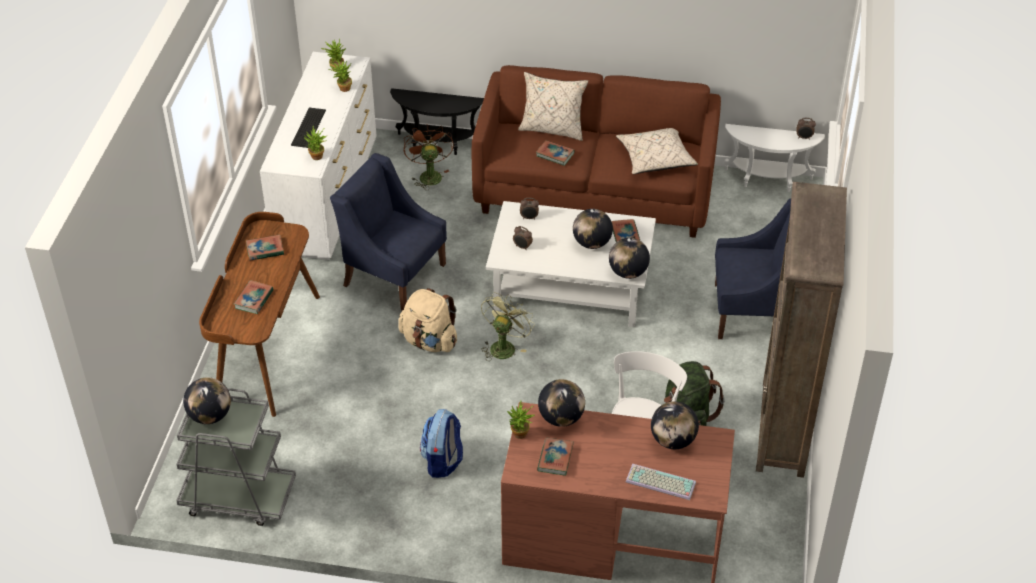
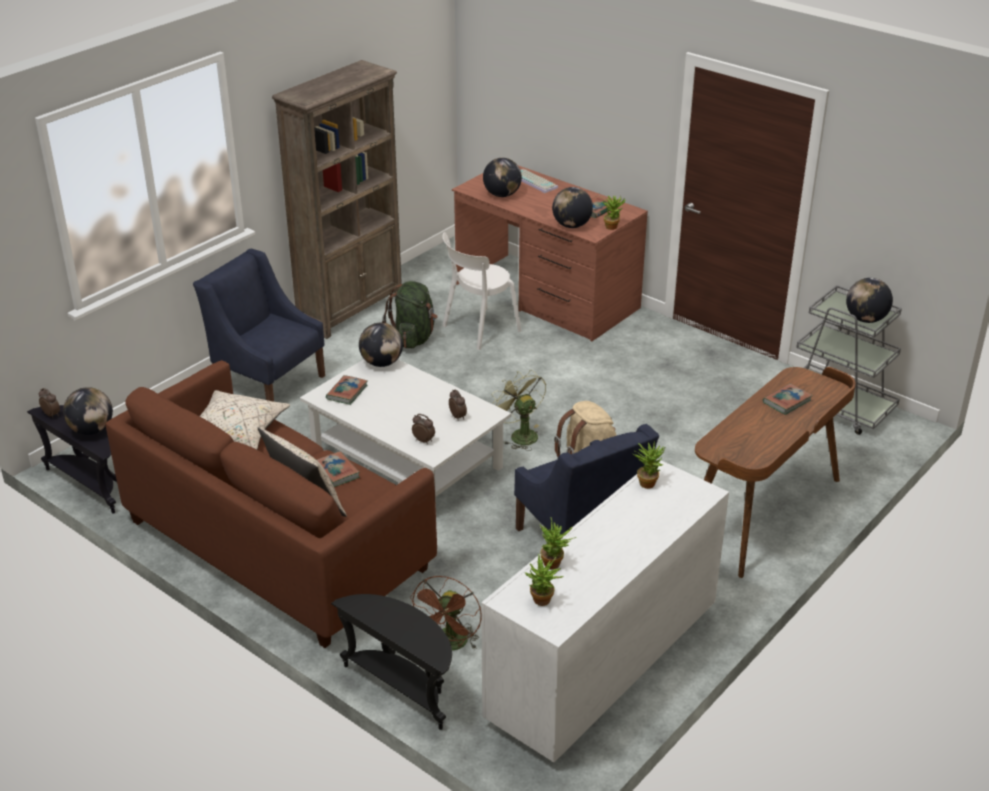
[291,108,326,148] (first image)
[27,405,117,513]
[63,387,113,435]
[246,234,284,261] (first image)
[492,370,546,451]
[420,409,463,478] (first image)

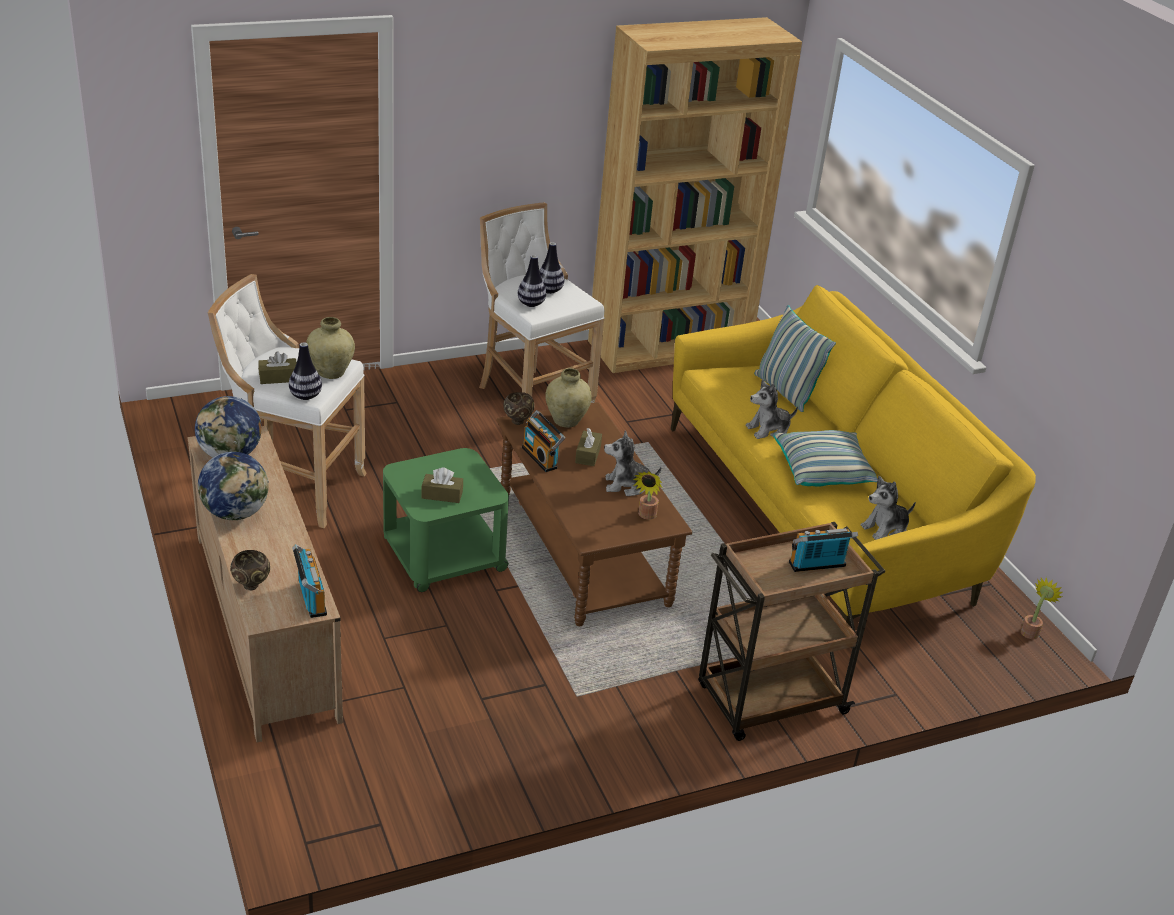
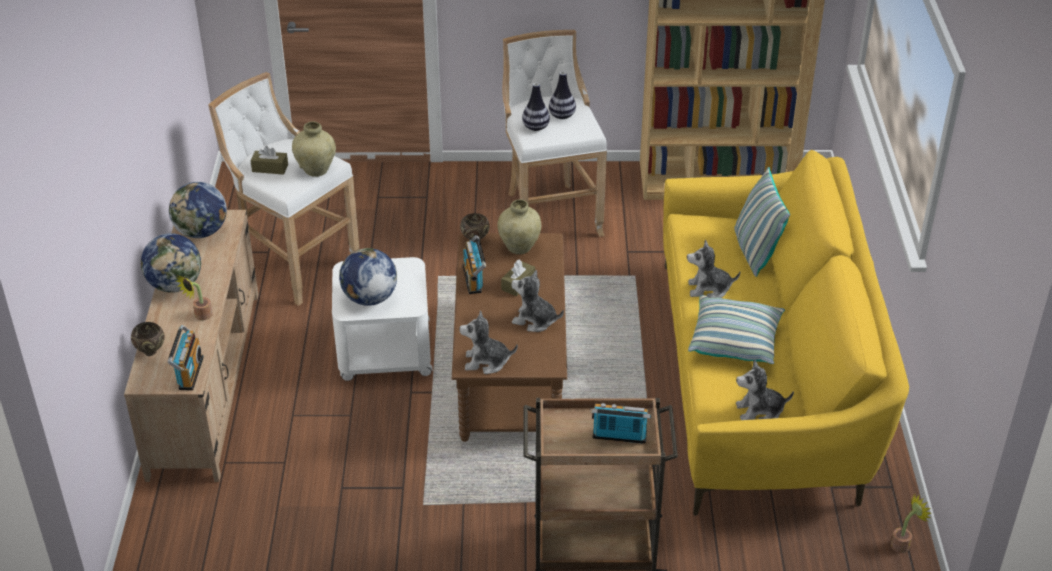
[289,342,322,400] (first image)
[332,257,433,381]
[339,248,397,306]
[175,275,213,320]
[459,310,518,374]

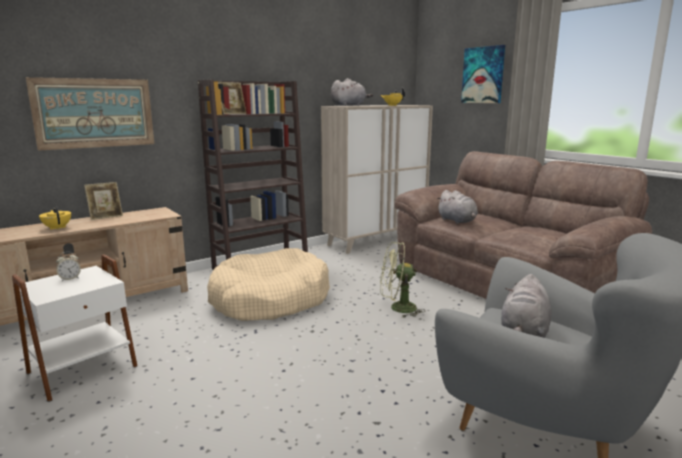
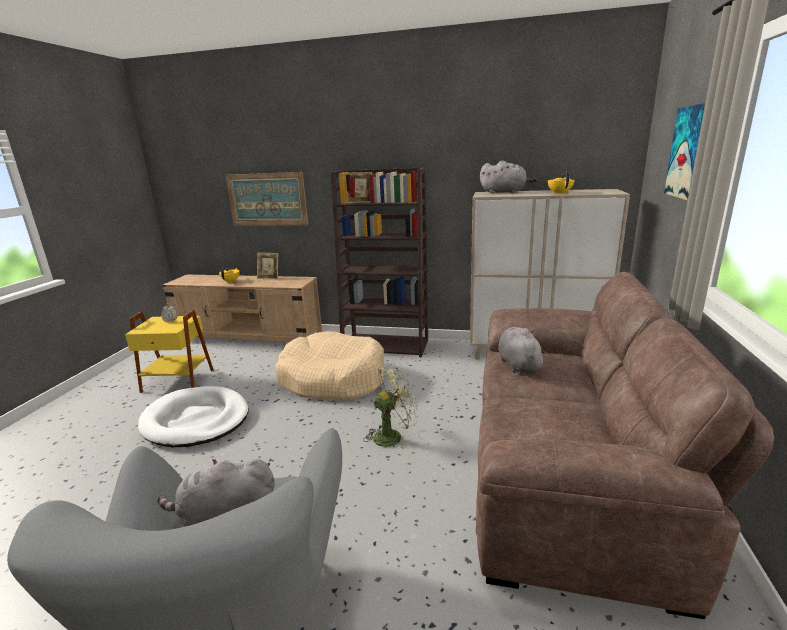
[498,327,547,373]
[363,365,419,449]
[125,310,214,393]
[138,386,249,447]

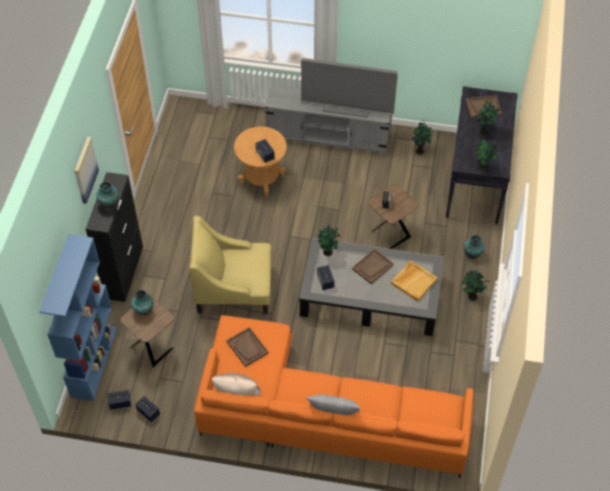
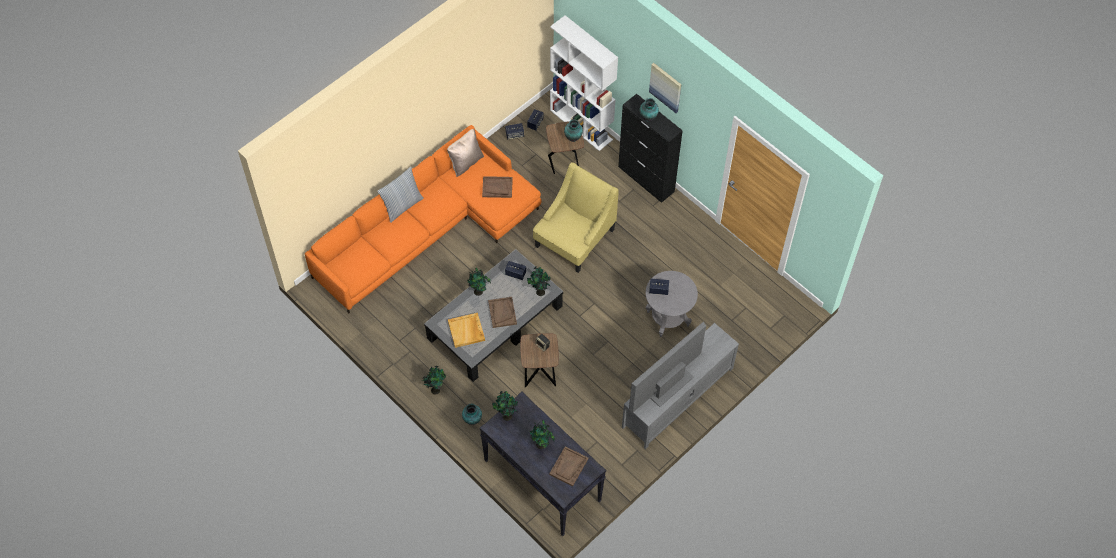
[467,268,491,296]
[646,271,698,337]
[550,15,618,151]

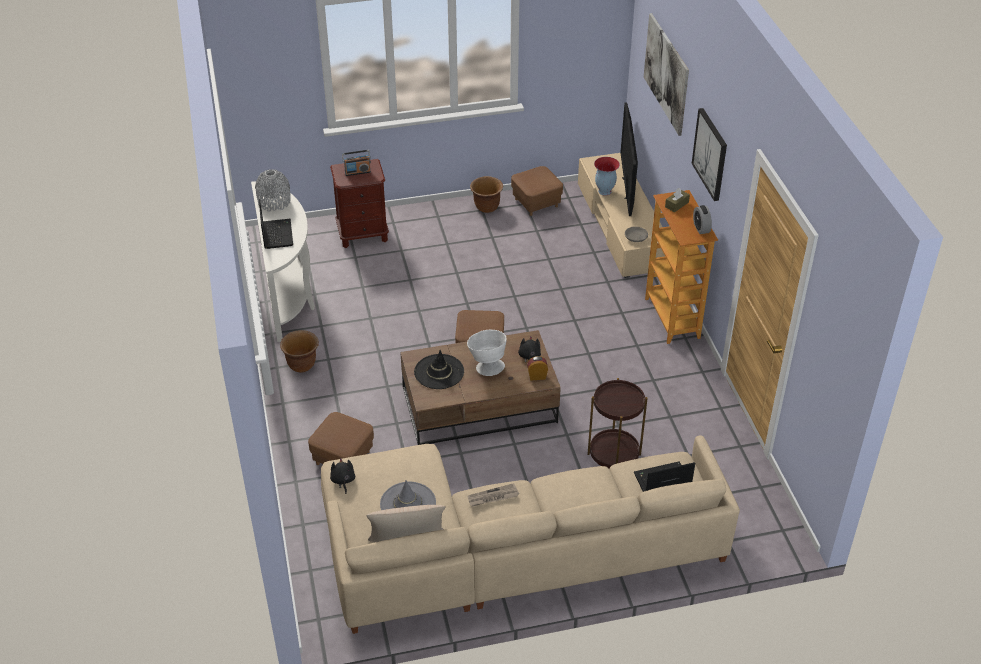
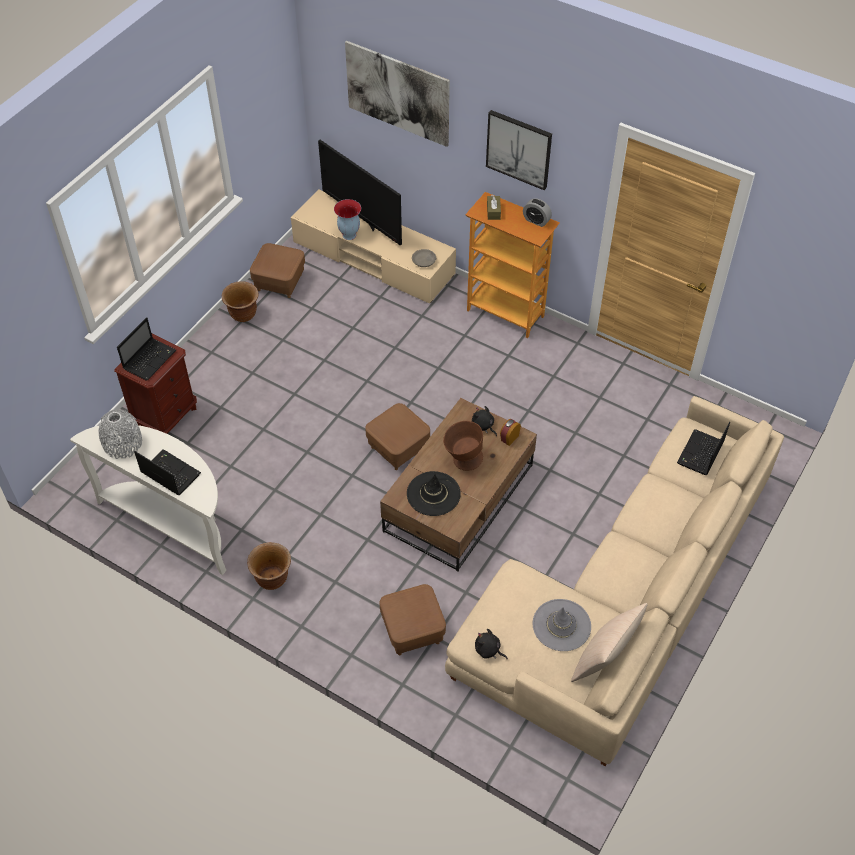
[117,317,176,381]
[443,421,483,471]
[588,378,648,468] (first image)
[467,483,519,507] (first image)

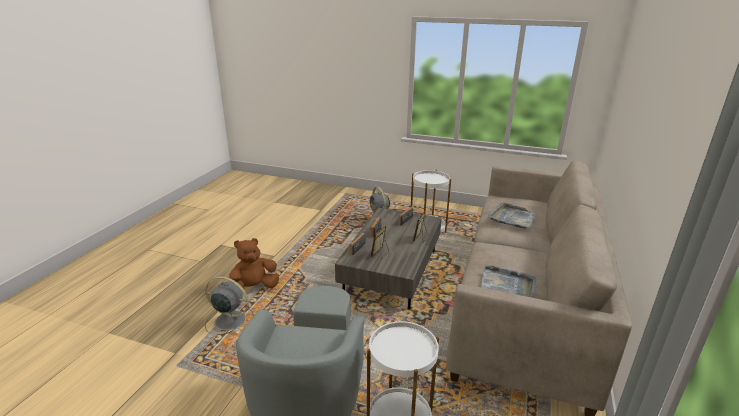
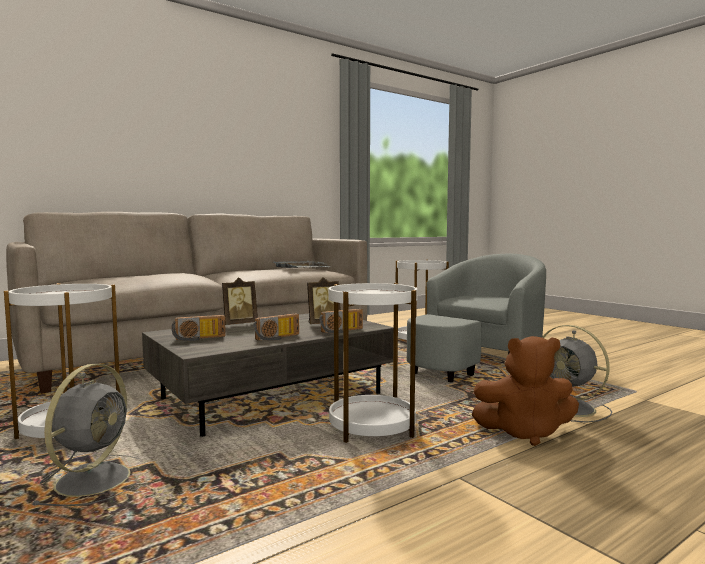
[488,203,535,229] (first image)
[329,283,418,443]

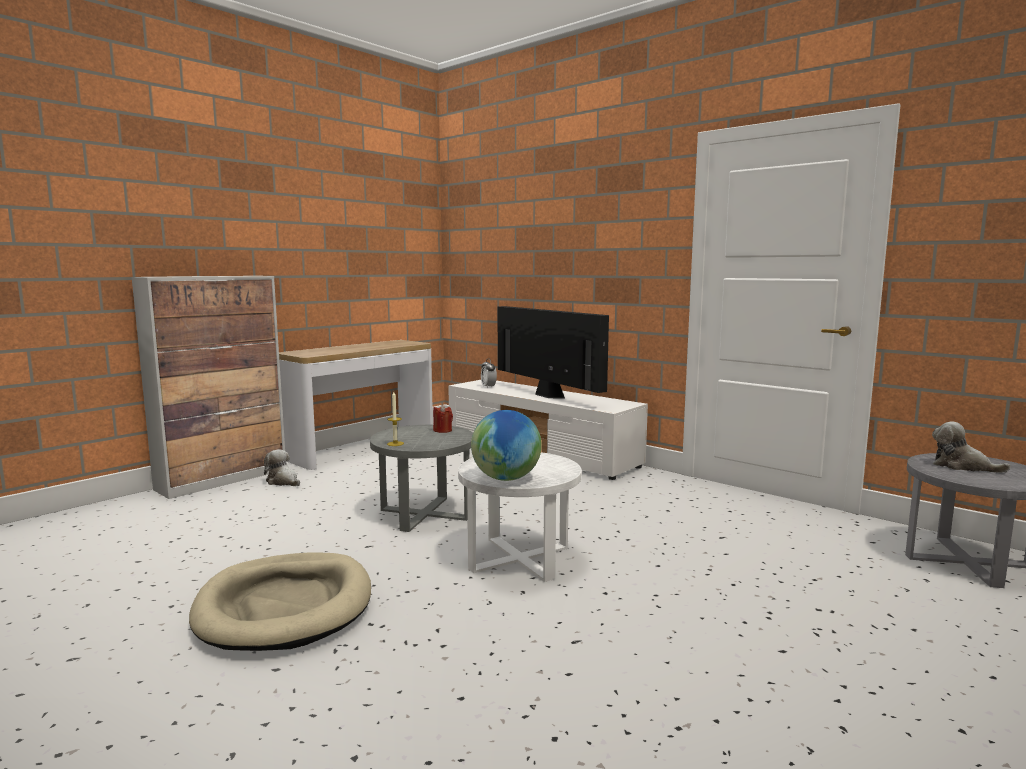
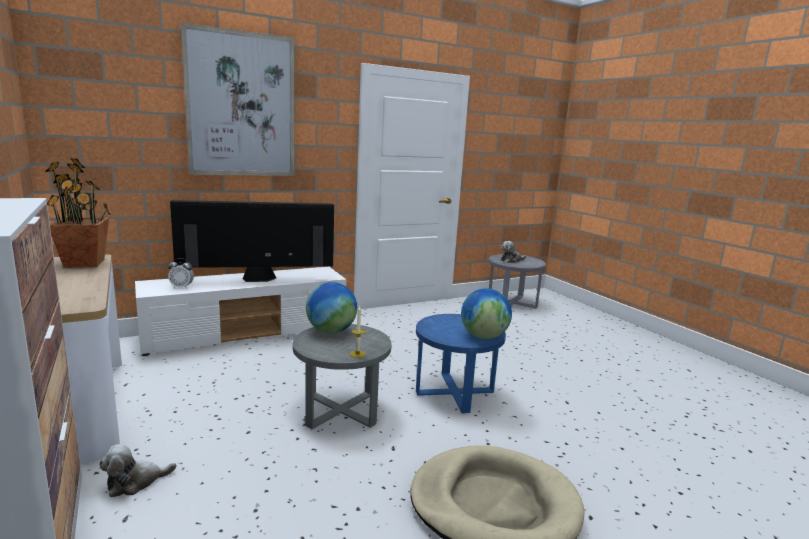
[306,282,357,333]
[416,314,506,413]
[181,22,294,176]
[45,158,111,268]

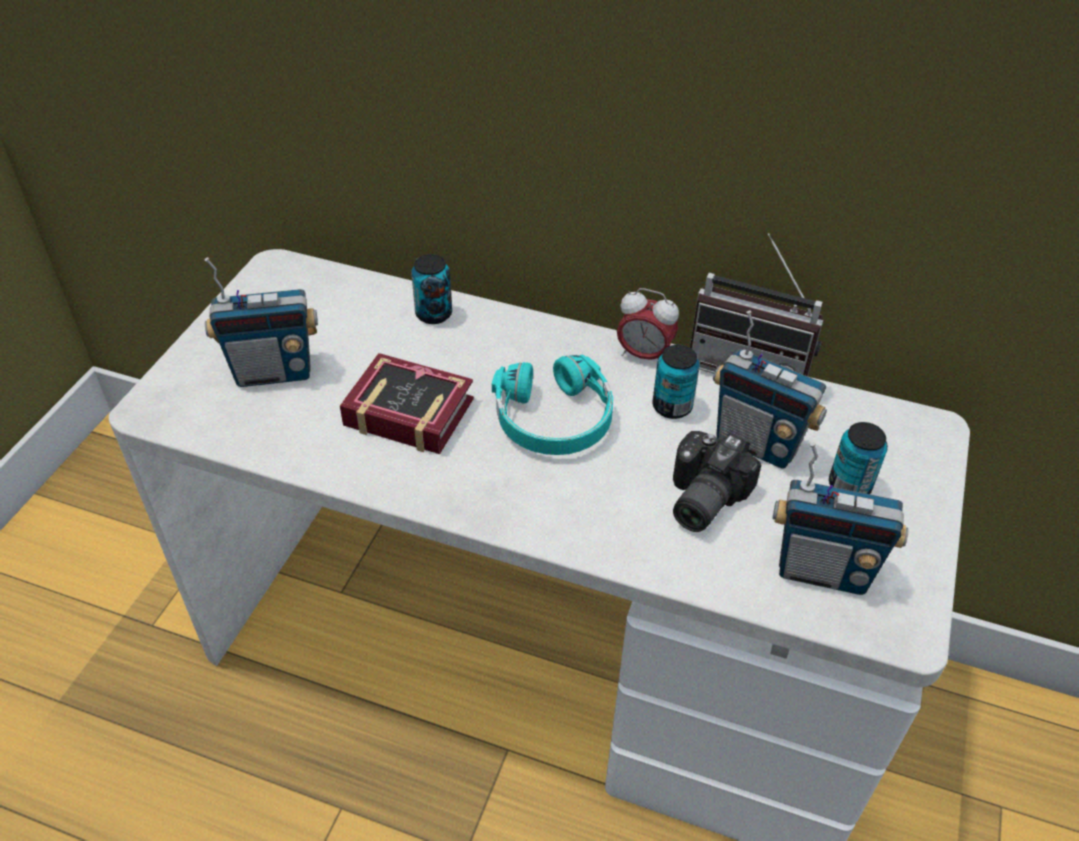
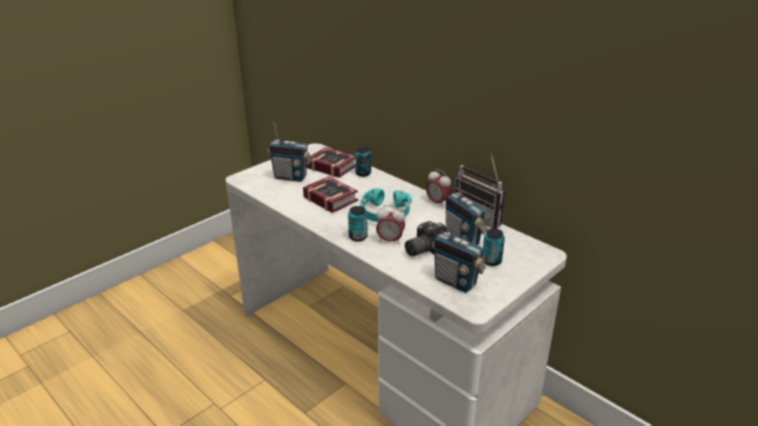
[348,206,368,242]
[307,147,355,178]
[376,205,405,245]

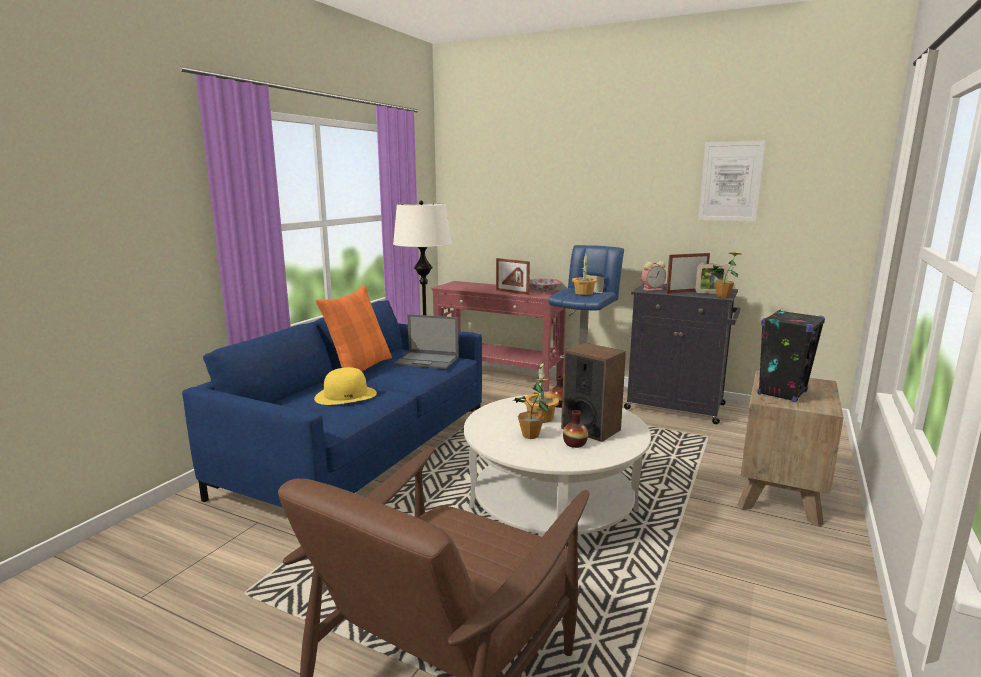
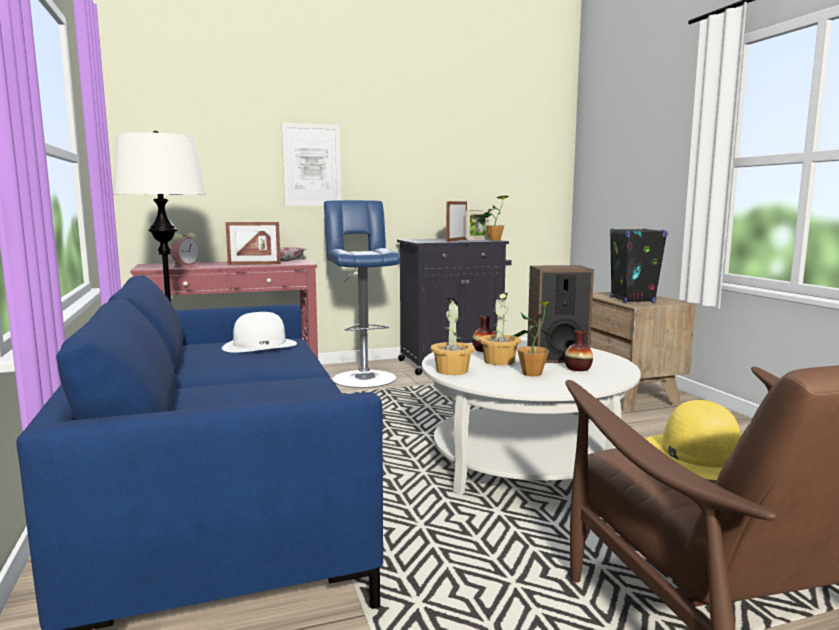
[282,123,341,206]
[431,298,475,375]
[170,233,199,268]
[316,285,392,371] (first image)
[222,312,297,353]
[646,400,741,480]

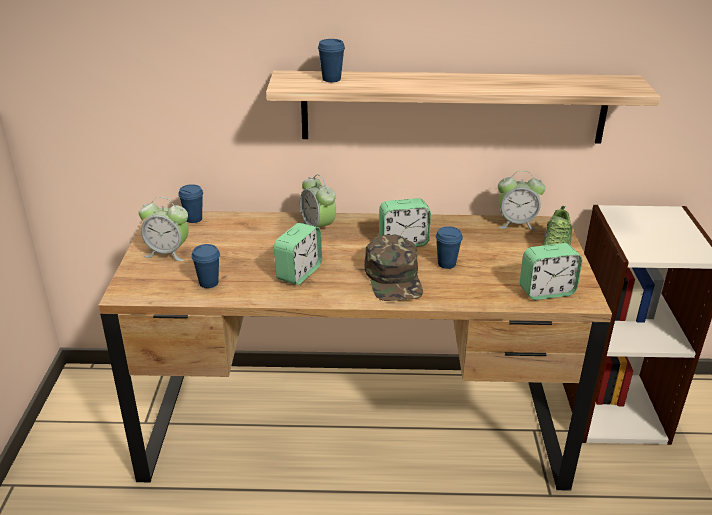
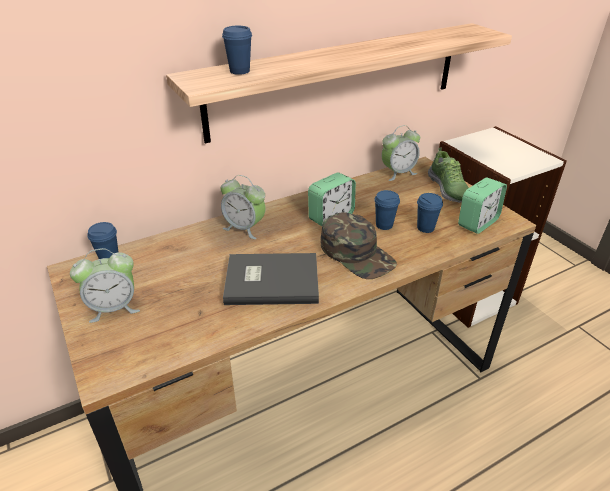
[223,253,319,305]
[417,193,443,233]

